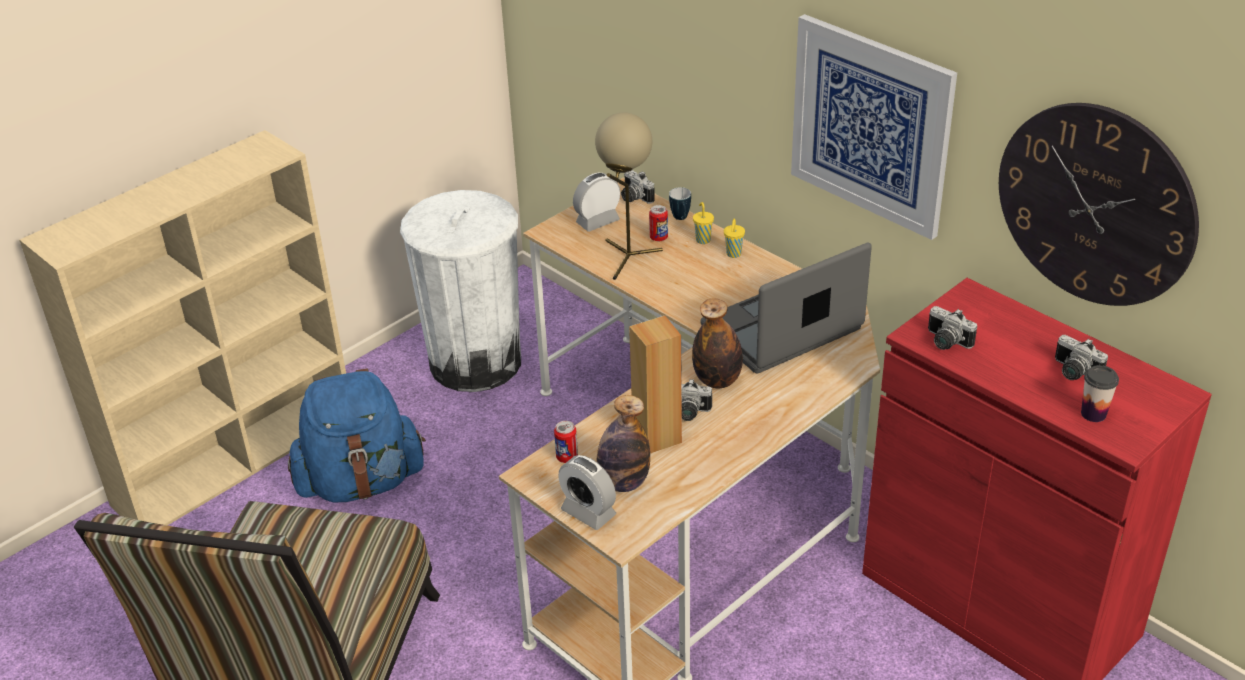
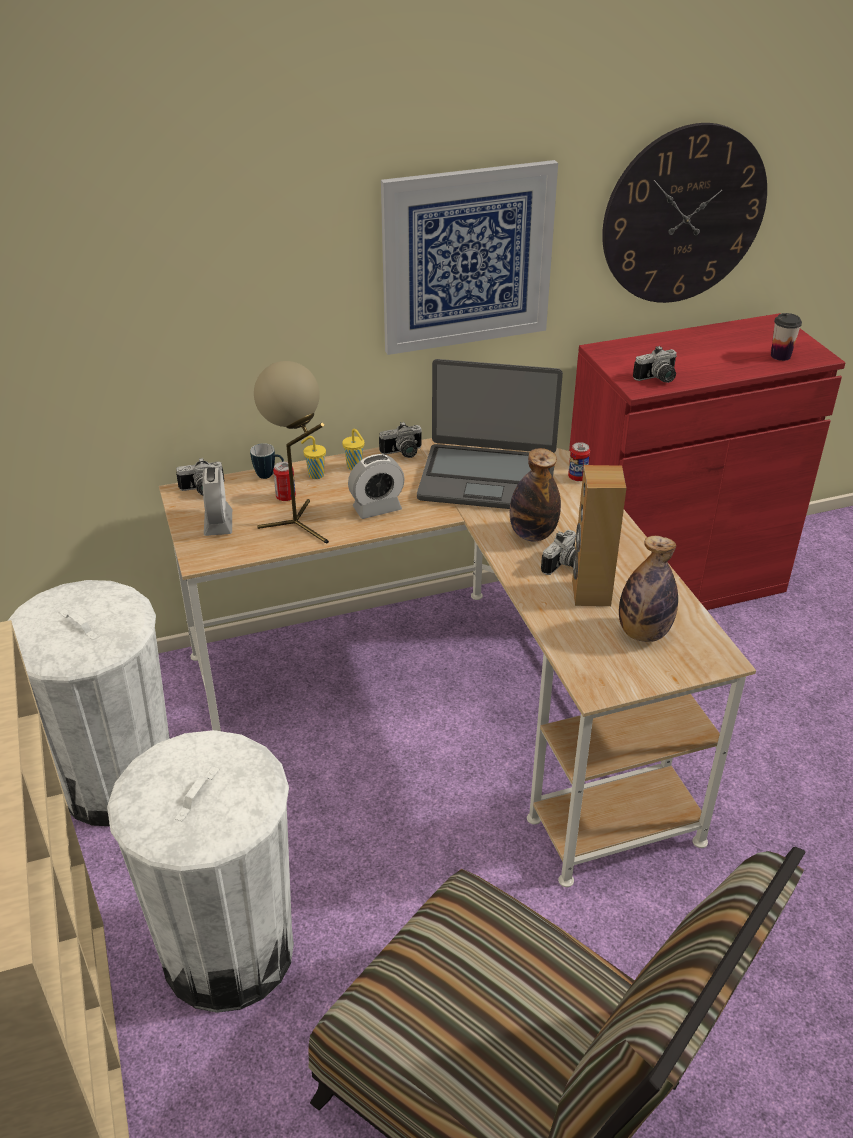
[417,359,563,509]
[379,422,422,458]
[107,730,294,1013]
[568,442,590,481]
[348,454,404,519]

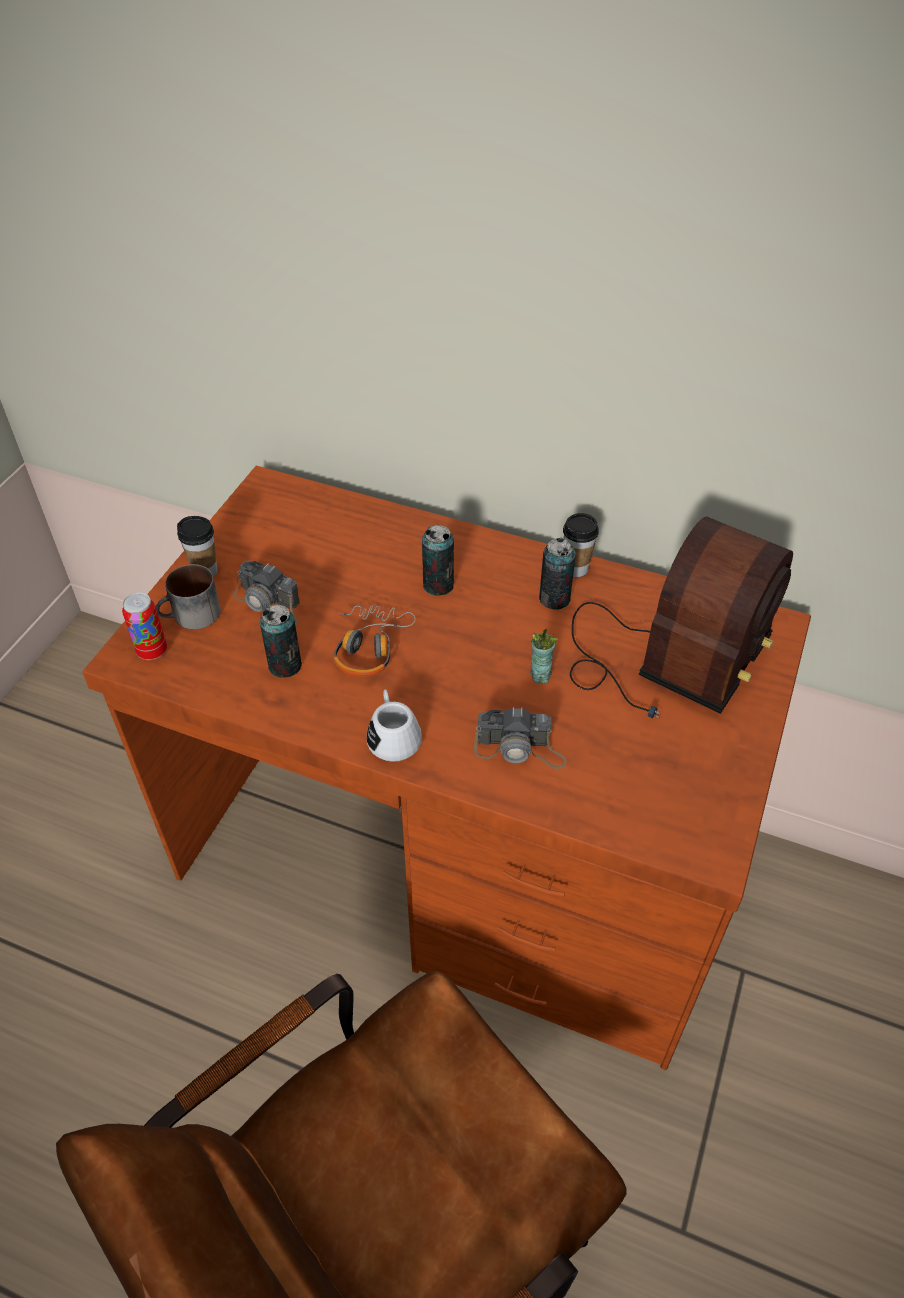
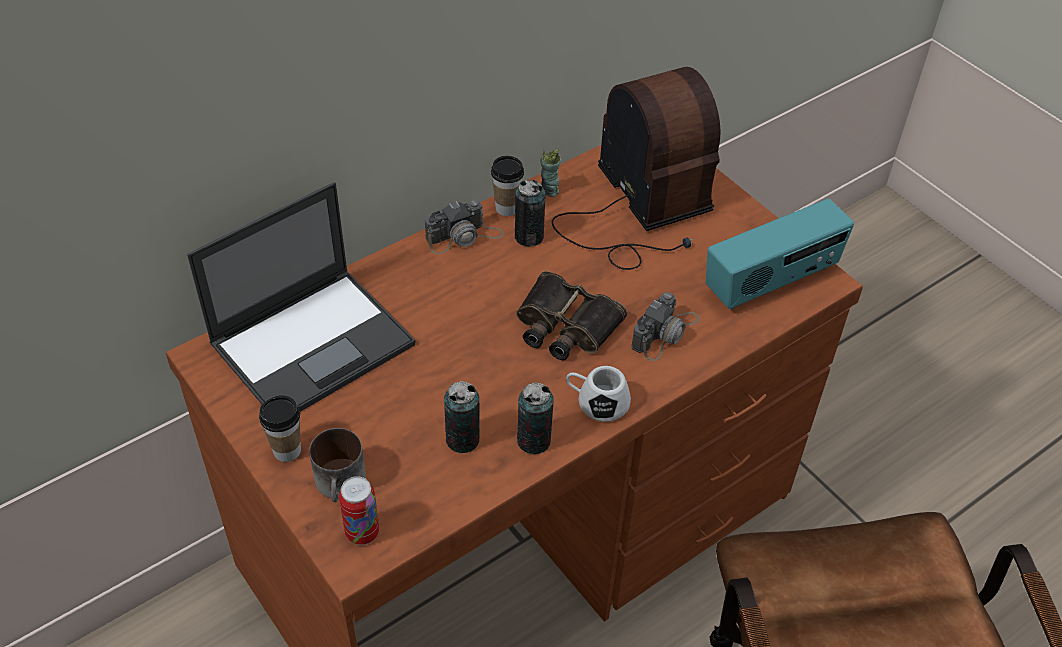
[517,382,554,455]
[425,200,504,254]
[334,606,416,677] (first image)
[540,149,561,197]
[187,182,416,412]
[706,199,854,310]
[516,271,627,360]

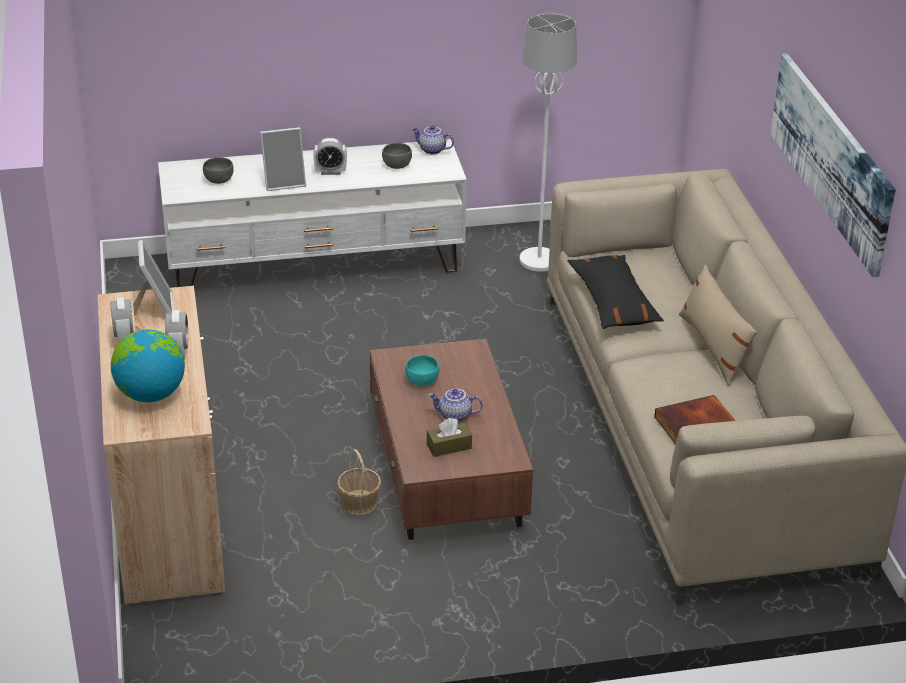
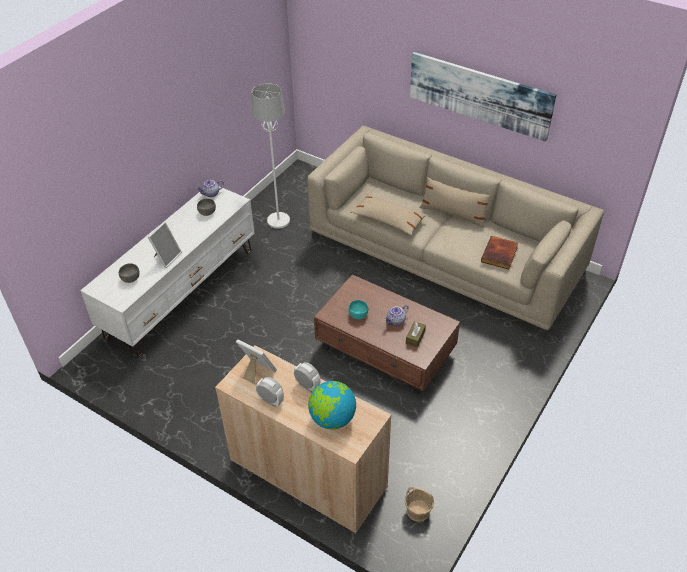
[313,138,347,175] (first image)
[350,194,427,235]
[405,487,434,522]

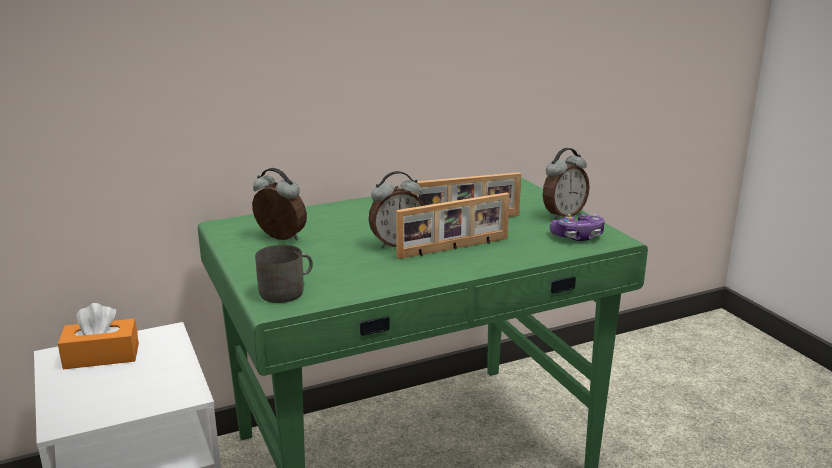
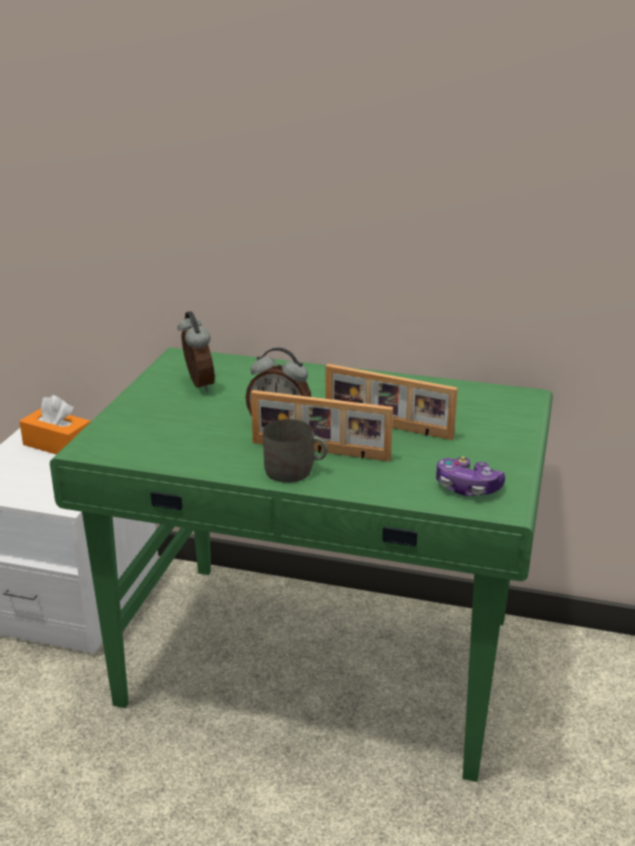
[543,148,590,220] (first image)
[263,419,328,483]

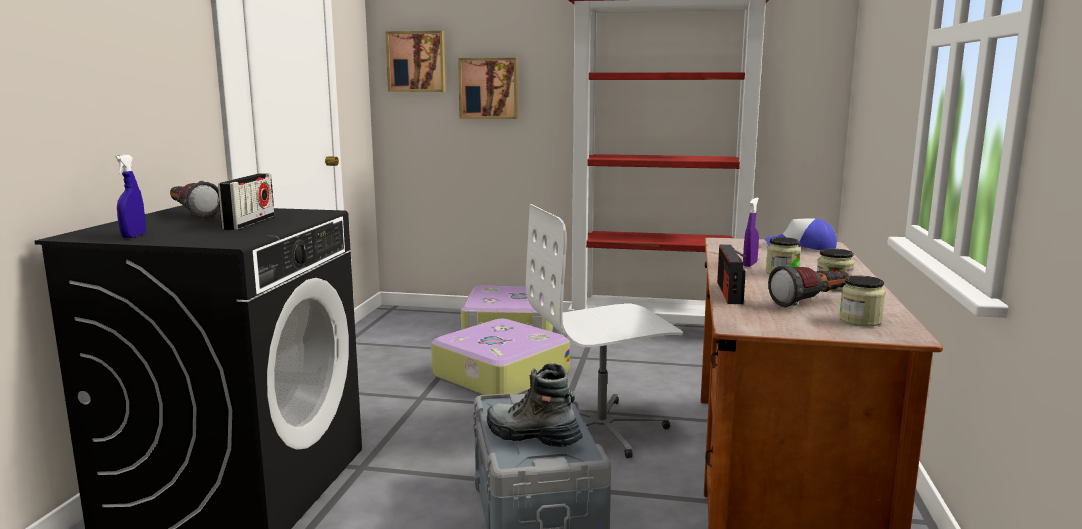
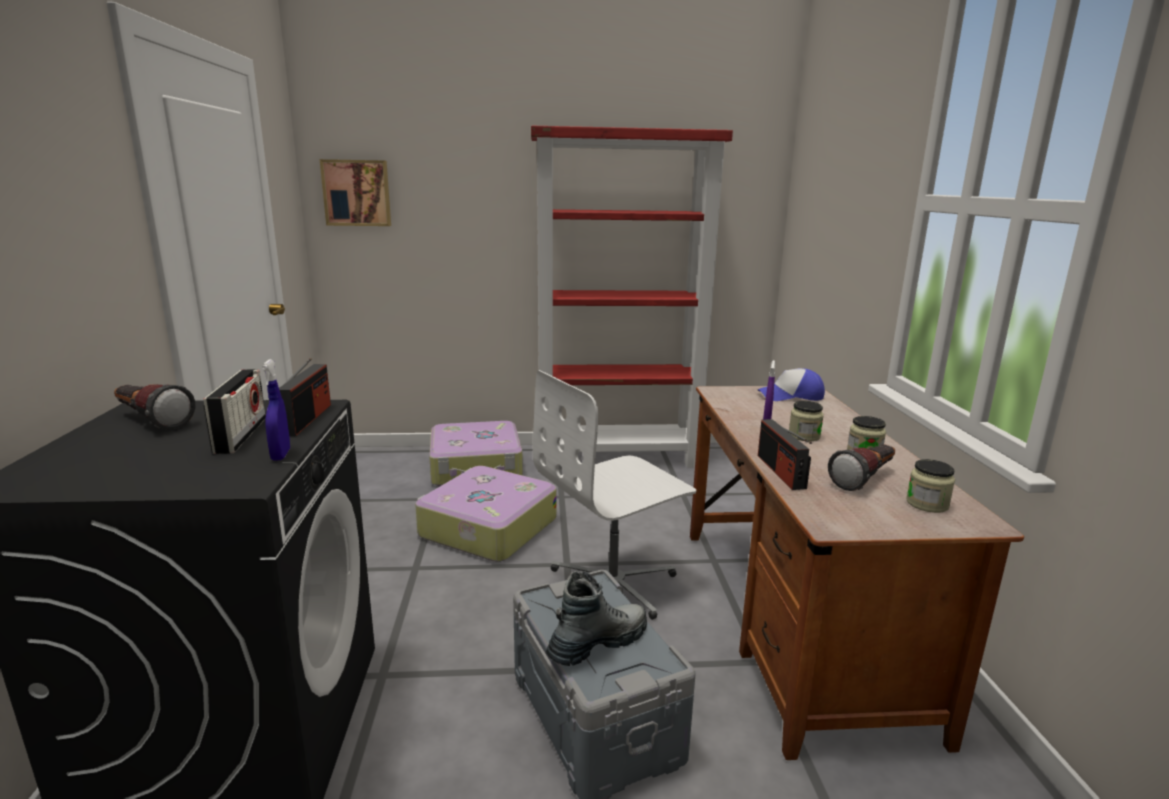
[458,58,518,119] (first image)
[262,359,290,461]
[545,571,647,666]
[279,358,331,436]

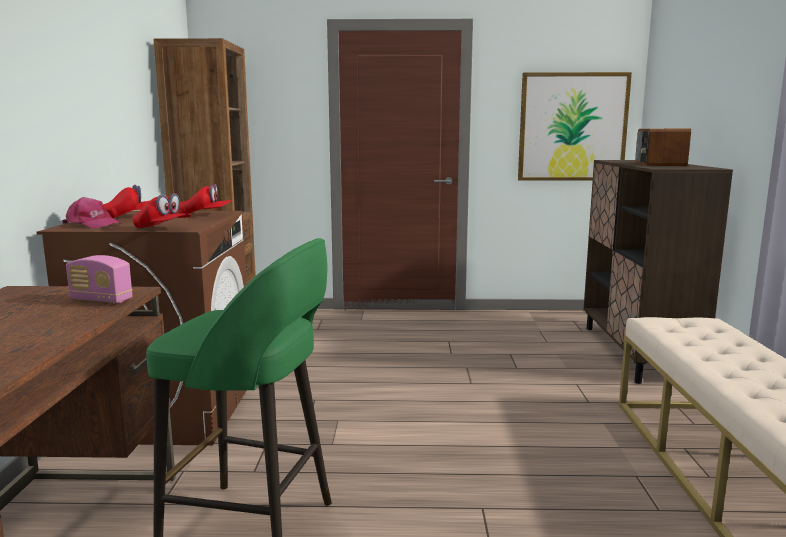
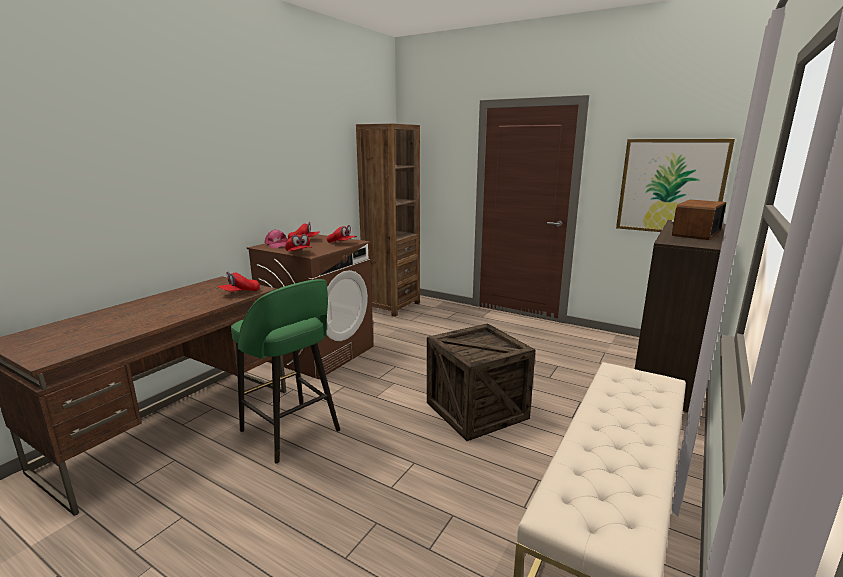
[218,271,260,292]
[427,323,535,441]

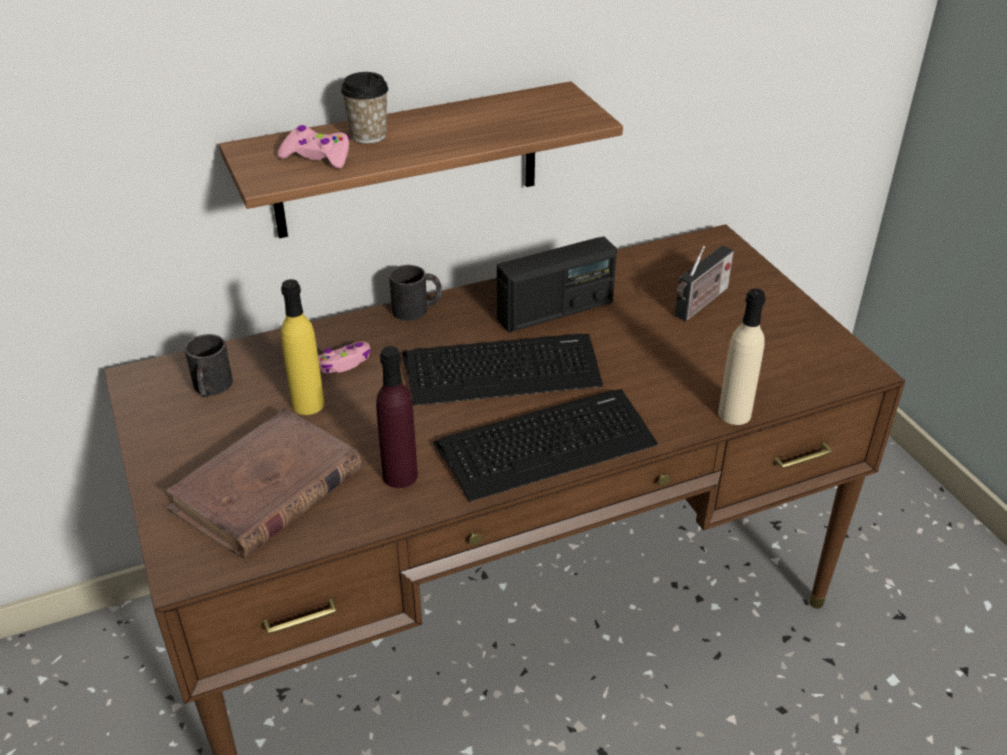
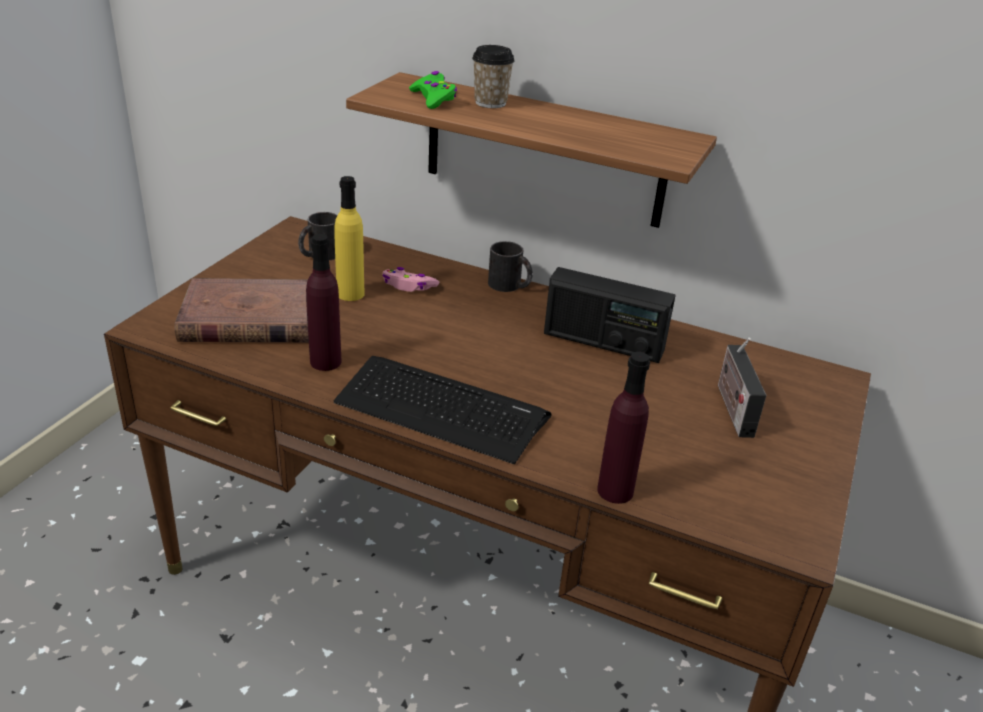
[409,71,457,109]
[718,337,767,438]
[597,352,650,504]
[402,334,603,406] (first image)

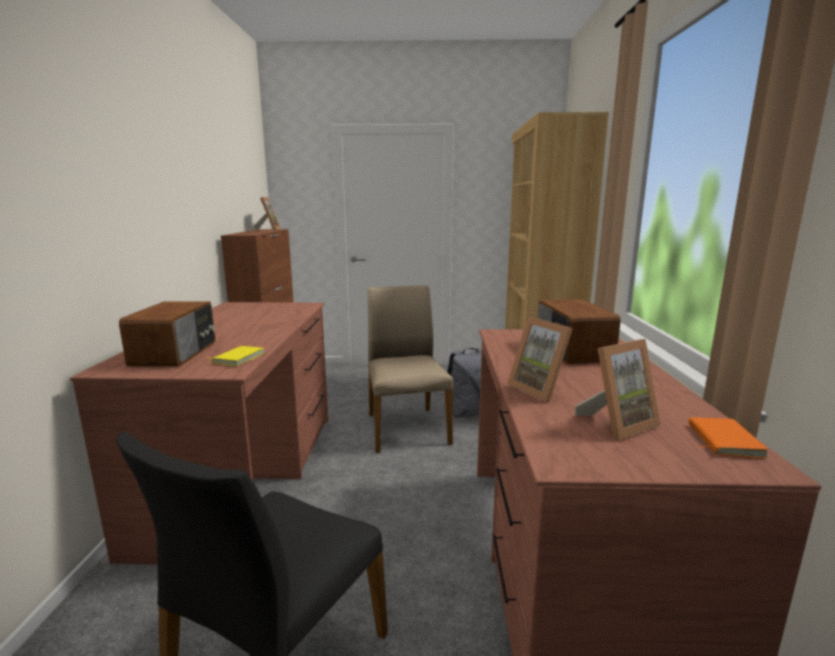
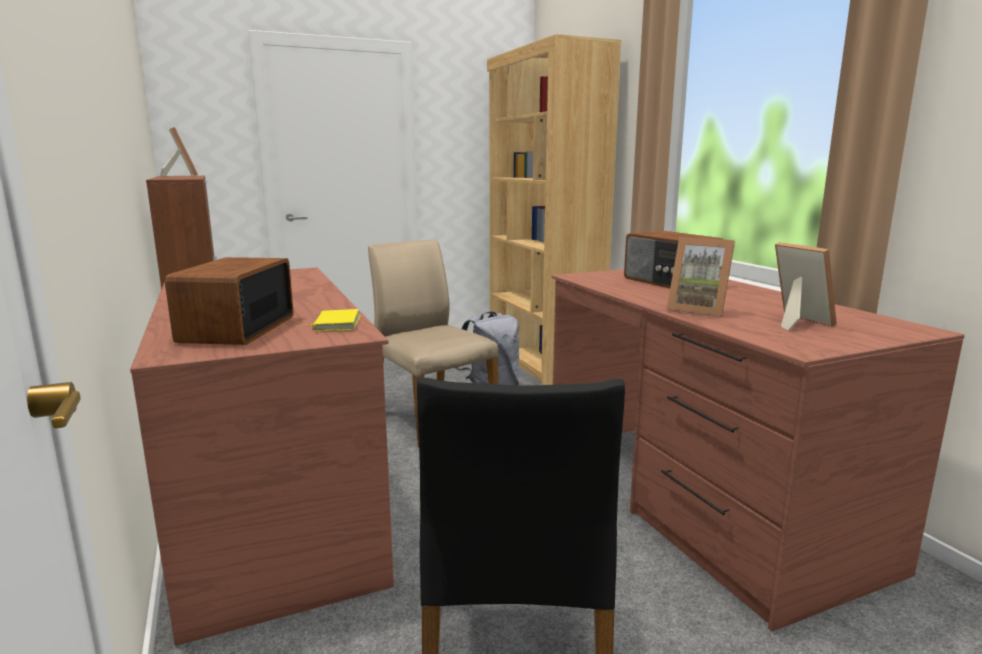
[165,257,293,345]
[775,242,837,331]
[689,417,768,459] (first image)

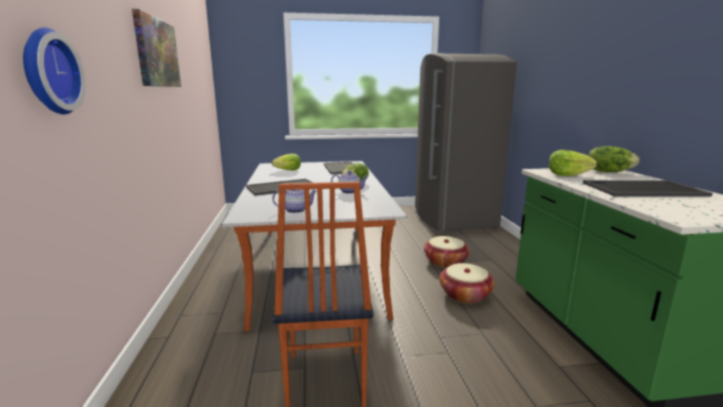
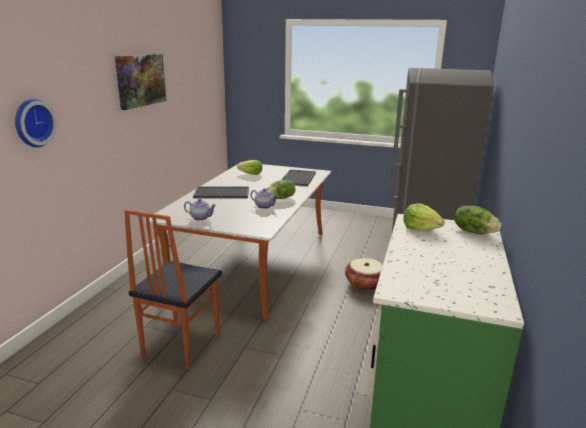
[583,180,713,196] (first image)
[440,263,494,304] (first image)

